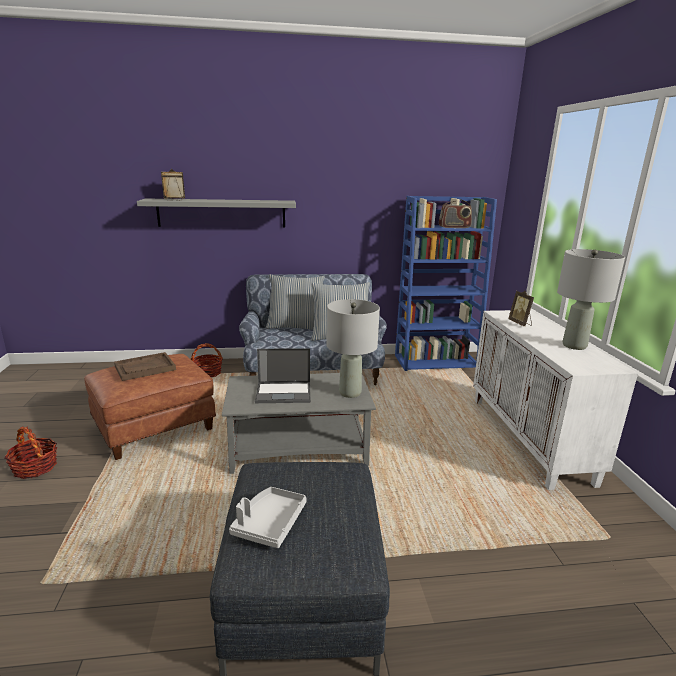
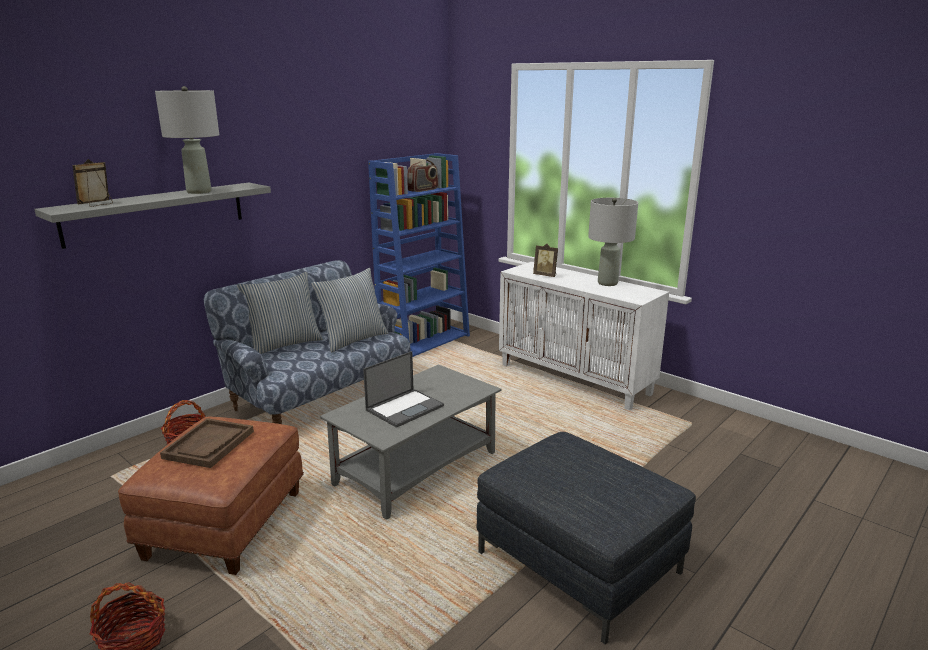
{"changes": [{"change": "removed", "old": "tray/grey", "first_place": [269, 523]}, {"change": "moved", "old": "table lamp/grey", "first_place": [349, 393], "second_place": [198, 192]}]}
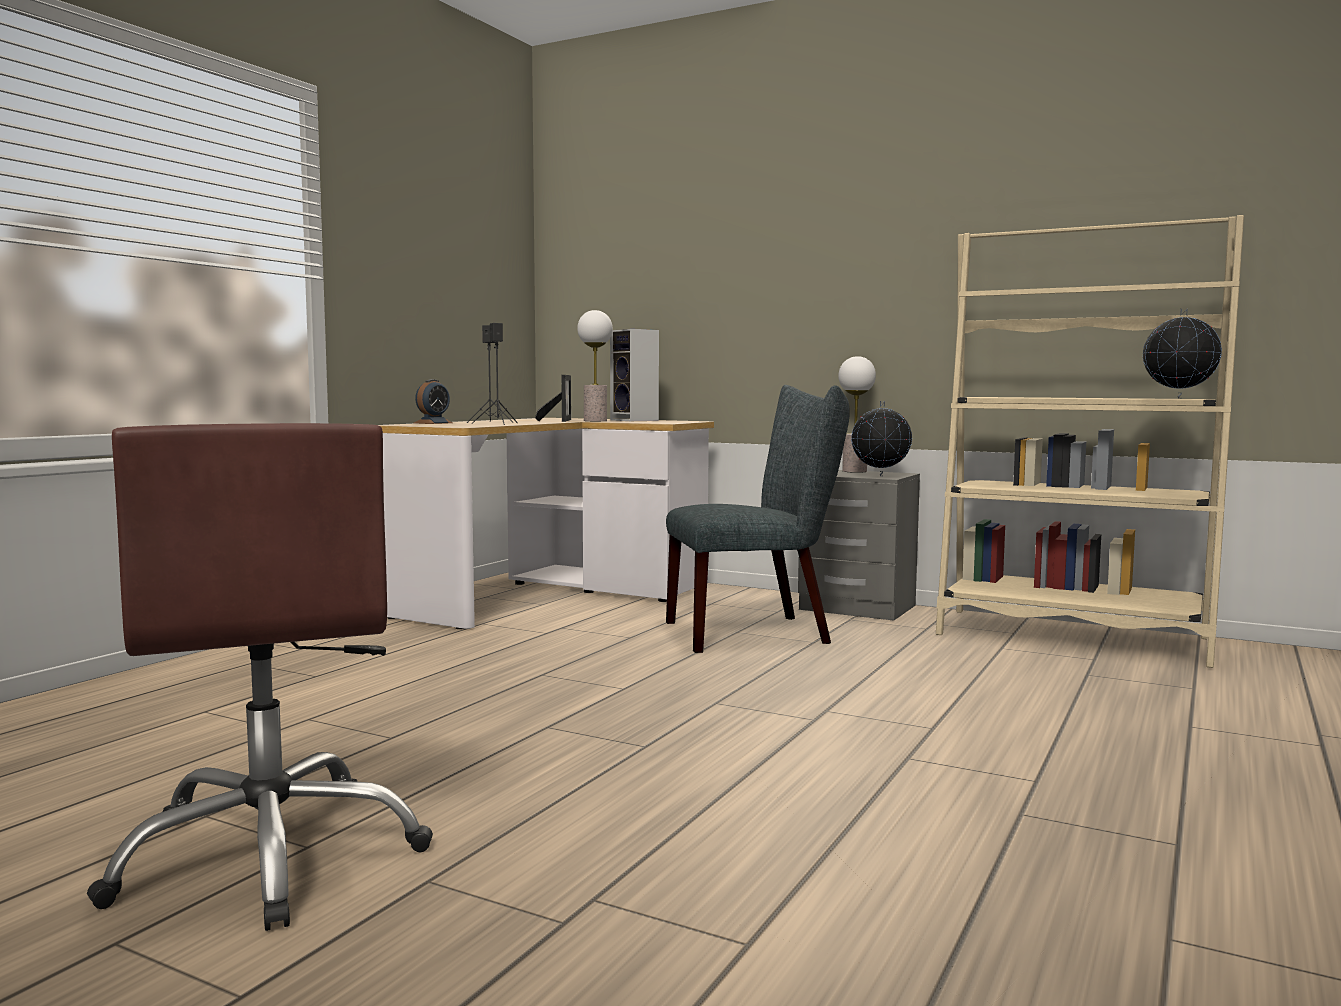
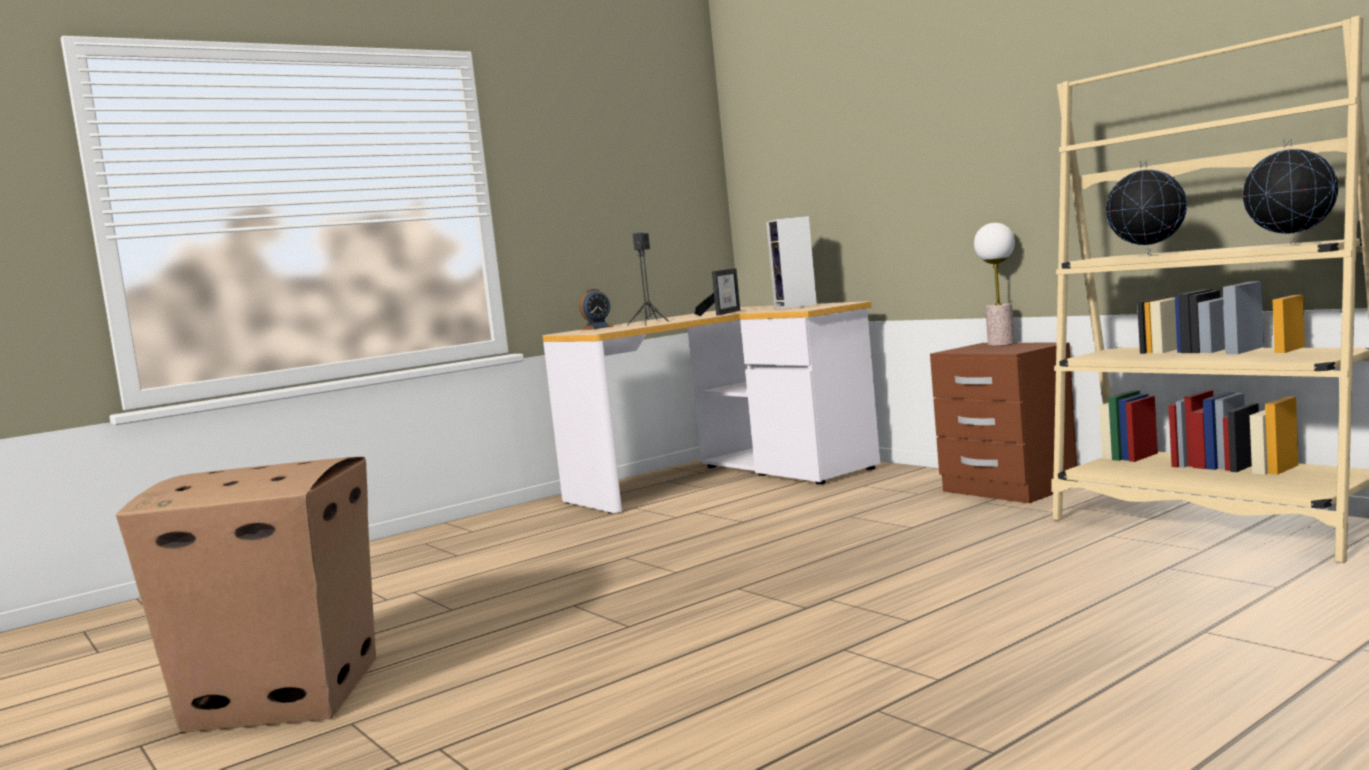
{"changes": [{"change": "replaced", "old": "office chair/brown", "new": "cardboard box", "first_place": [271, 854], "second_place": [281, 695]}, {"change": "removed", "old": "table lamp", "first_place": [595, 421]}, {"change": "removed", "old": "chair/grey", "first_place": [757, 632]}, {"change": "recoloured", "old": "nightstand/grey", "new": "nightstand/brown", "first_place": [857, 608], "second_place": [1008, 489]}, {"change": "moved", "old": "globe", "first_place": [880, 476], "second_place": [1148, 255]}]}
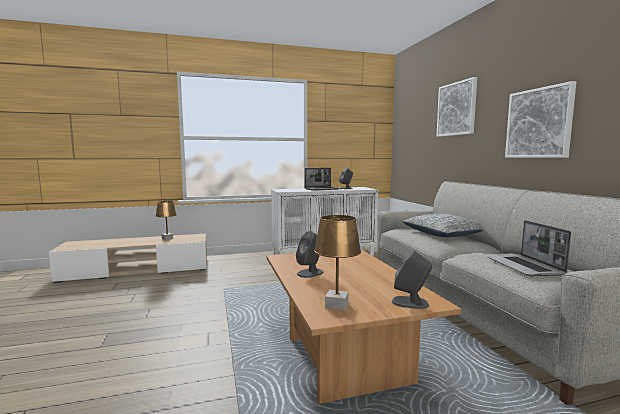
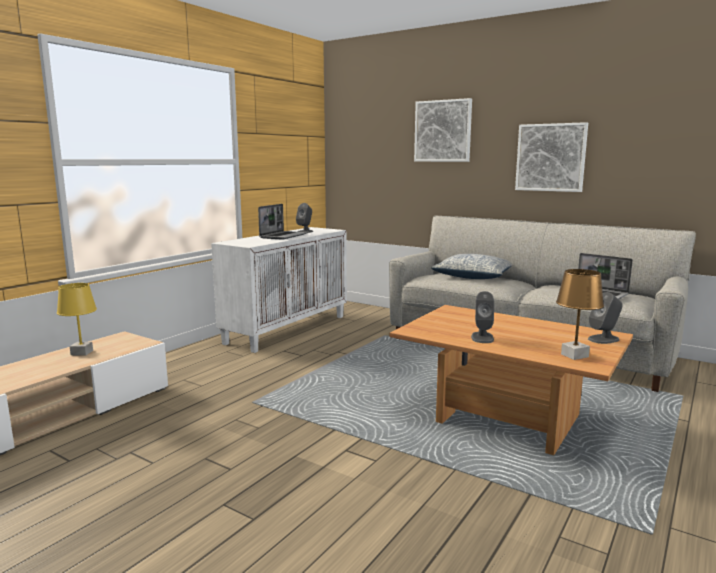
{"changes": [{"change": "recoloured", "old": "table lamp/brown", "new": "table lamp/yellow", "first_place": [167, 238], "second_place": [81, 353]}]}
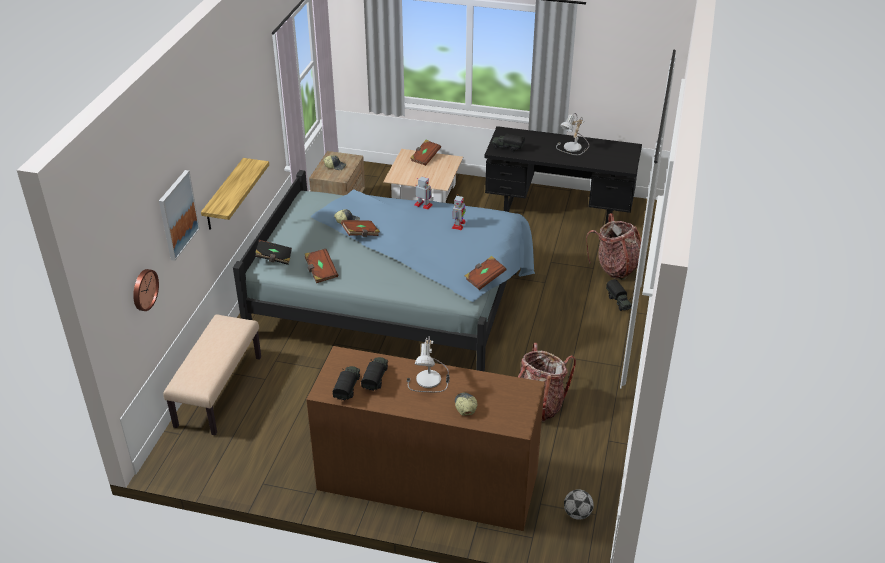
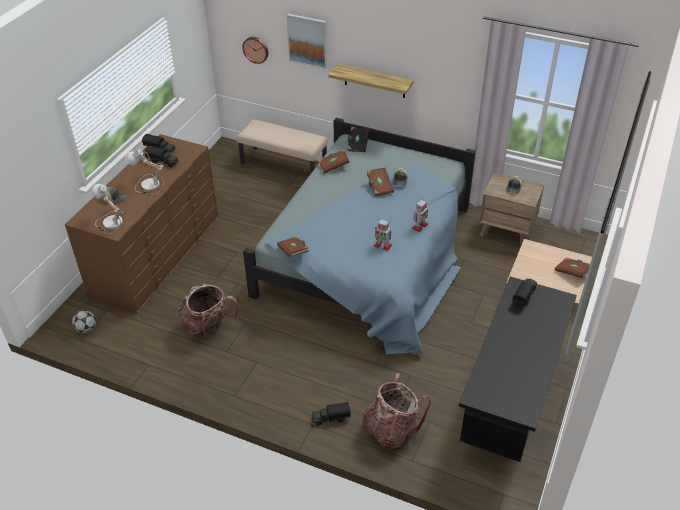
{"changes": [{"change": "moved", "old": "table lamp", "first_place": [573, 148], "second_place": [110, 222]}]}
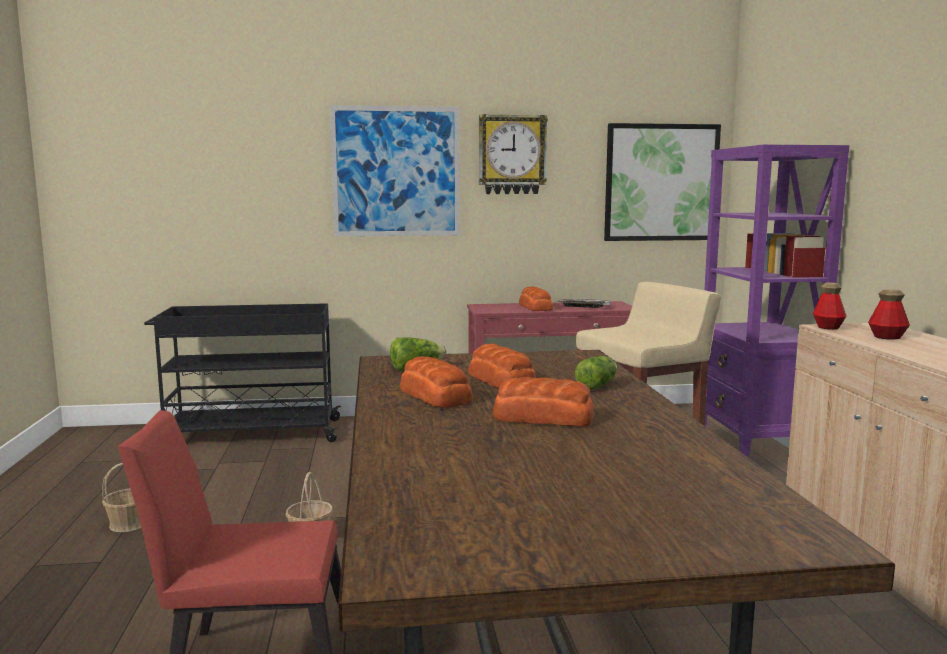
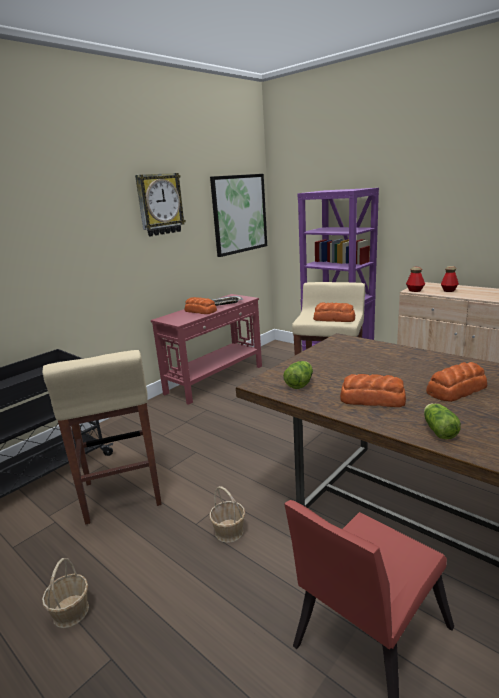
{"changes": [{"change": "removed", "old": "picture", "first_place": [396, 172]}, {"change": "moved", "old": "bread", "first_place": [501, 381], "second_place": [334, 319]}, {"change": "moved", "old": "lettuce", "first_place": [598, 385], "second_place": [438, 429]}, {"change": "added", "new": "stool/beige", "second_place": [122, 495]}]}
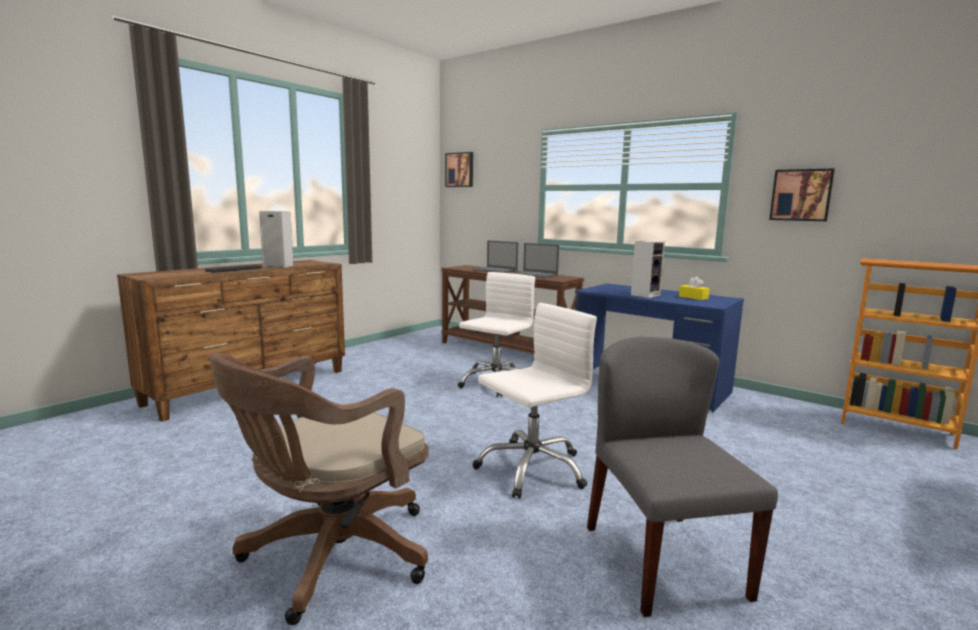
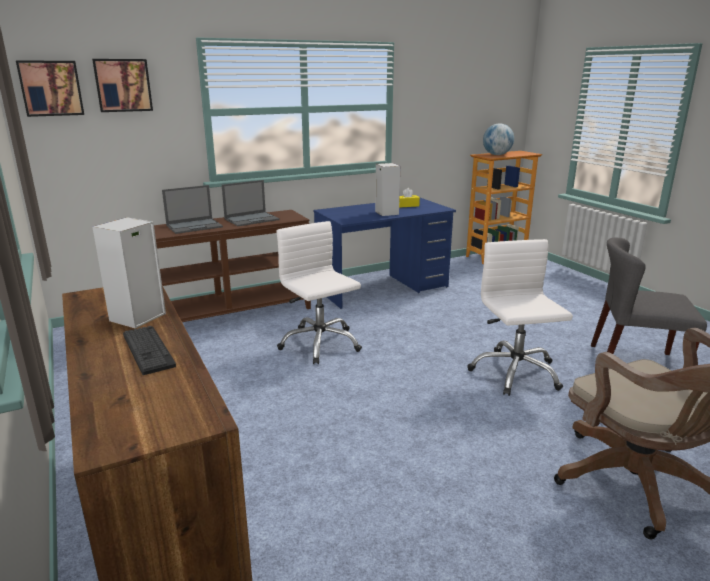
{"changes": [{"change": "moved", "old": "picture", "first_place": [801, 195], "second_place": [123, 85]}, {"change": "added", "new": "globe", "second_place": [497, 155]}]}
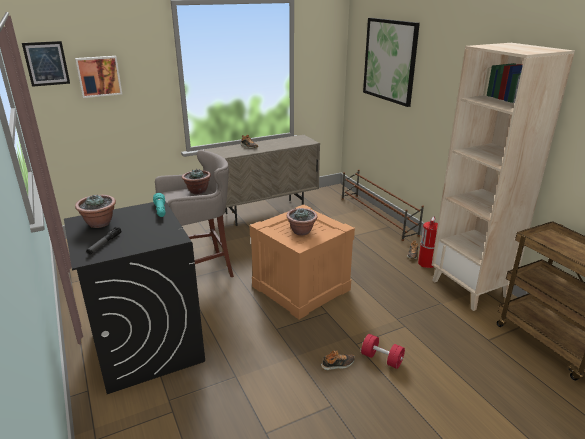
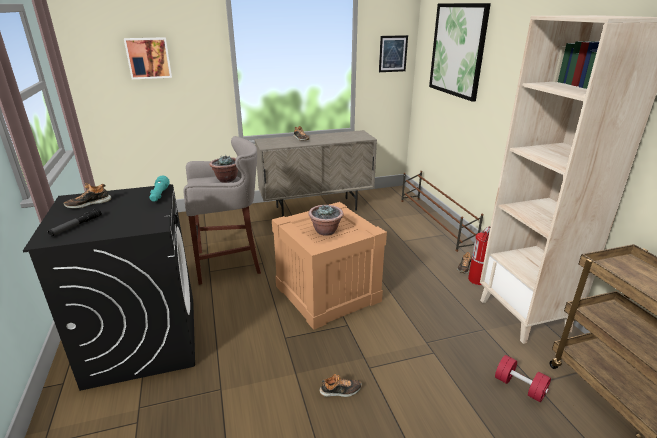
{"changes": [{"change": "moved", "old": "picture", "first_place": [46, 63], "second_place": [393, 53]}, {"change": "replaced", "old": "potted plant", "new": "shoe", "first_place": [99, 223], "second_place": [89, 203]}, {"change": "moved", "old": "dumbbell/red", "first_place": [382, 359], "second_place": [519, 387]}]}
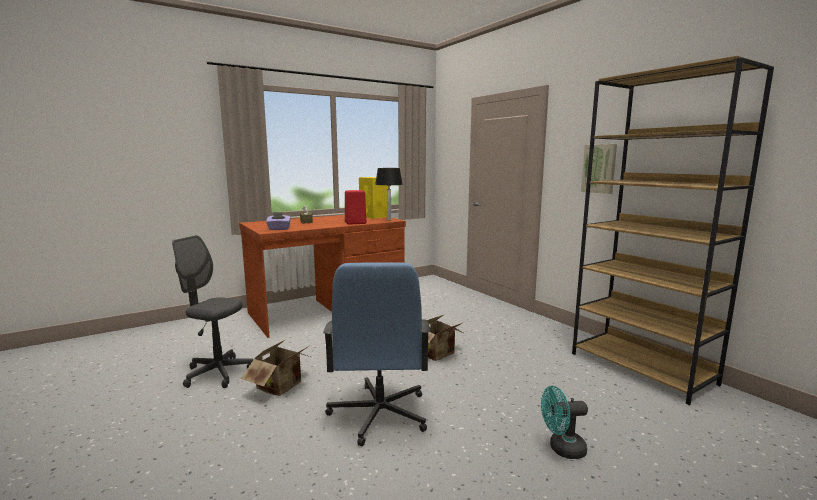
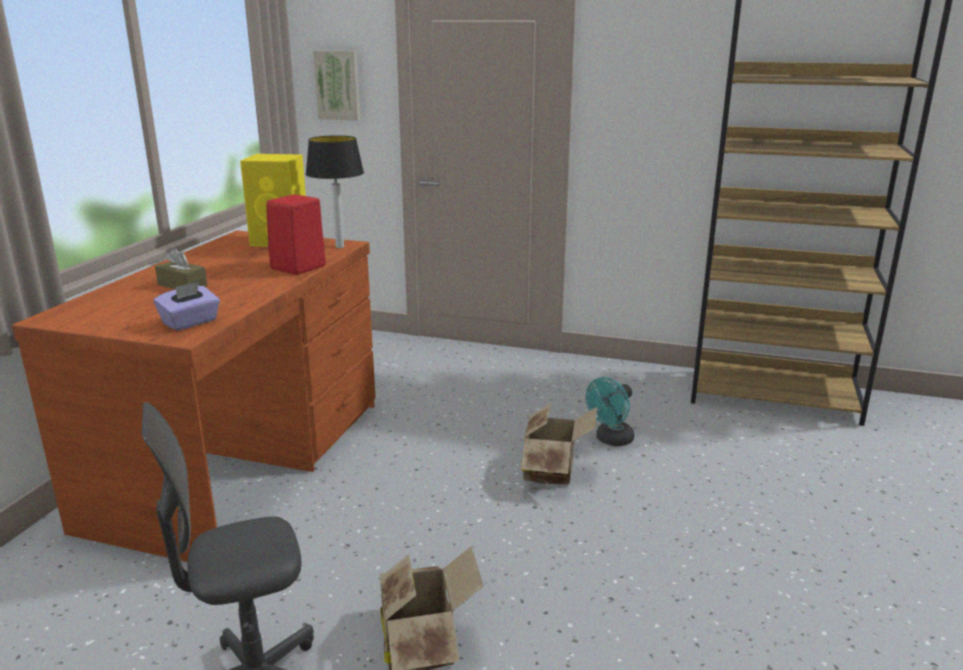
{"changes": [{"change": "removed", "old": "office chair/blue", "first_place": [379, 414]}, {"change": "moved", "old": "fan/turquoise", "first_place": [562, 449], "second_place": [611, 440]}, {"change": "moved", "old": "picture", "first_place": [599, 168], "second_place": [338, 85]}]}
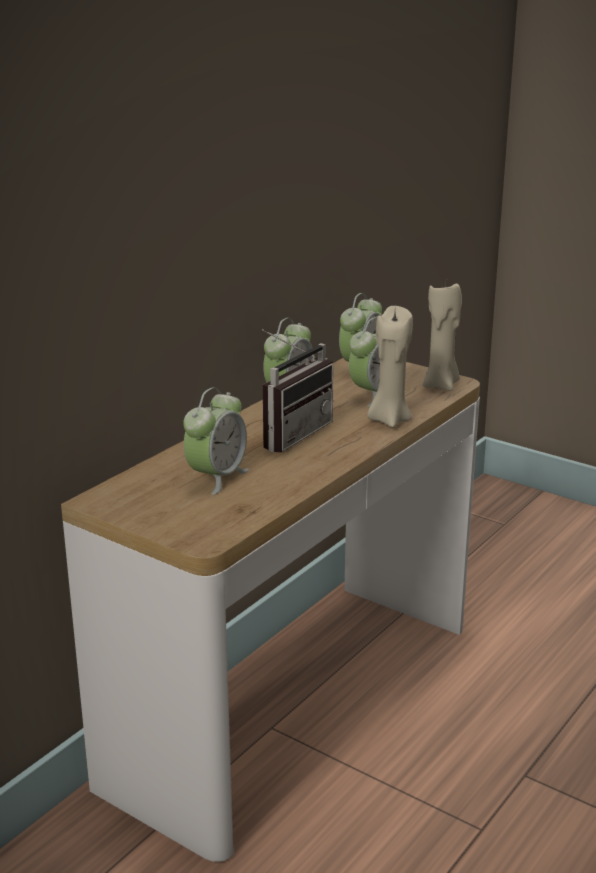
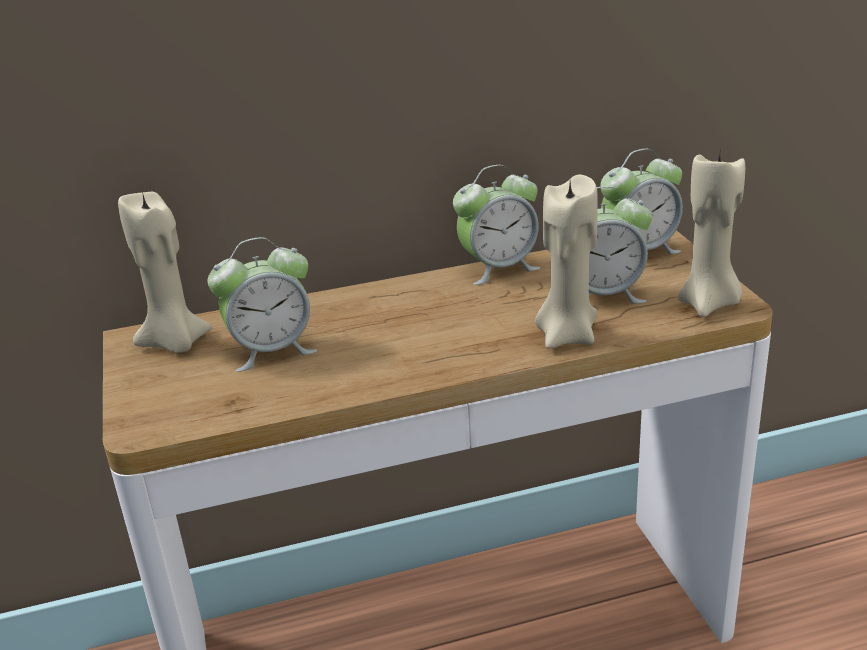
{"changes": [{"change": "removed", "old": "radio", "first_place": [290, 433]}, {"change": "added", "new": "candle/beige", "second_place": [175, 344]}]}
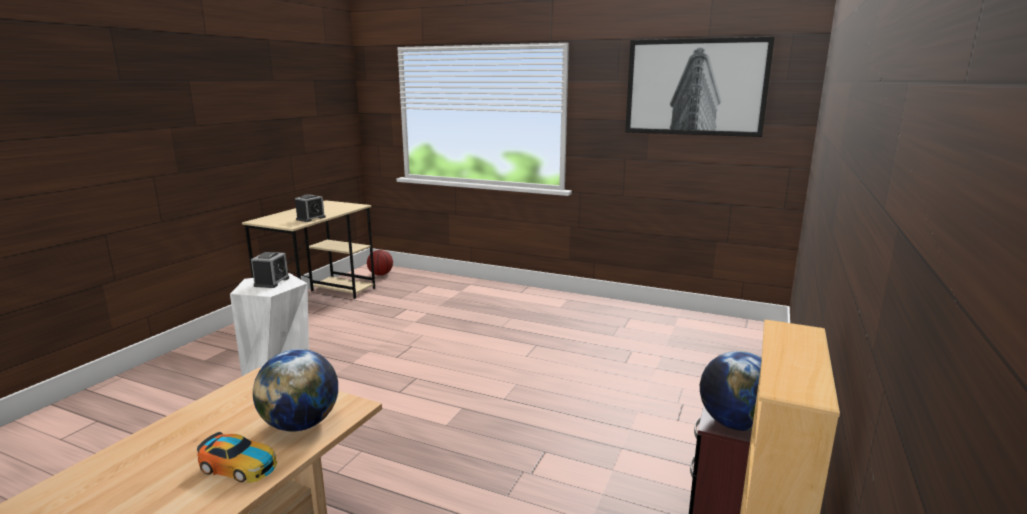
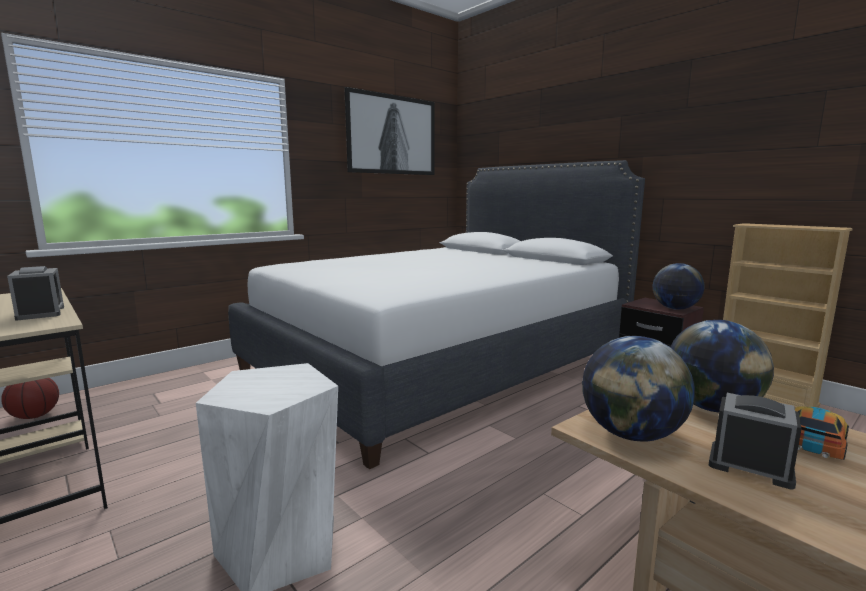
{"changes": [{"change": "moved", "old": "alarm clock", "first_place": [271, 282], "second_place": [750, 466]}, {"change": "added", "new": "bed/white", "second_place": [440, 363]}, {"change": "added", "new": "globe", "second_place": [631, 434]}]}
